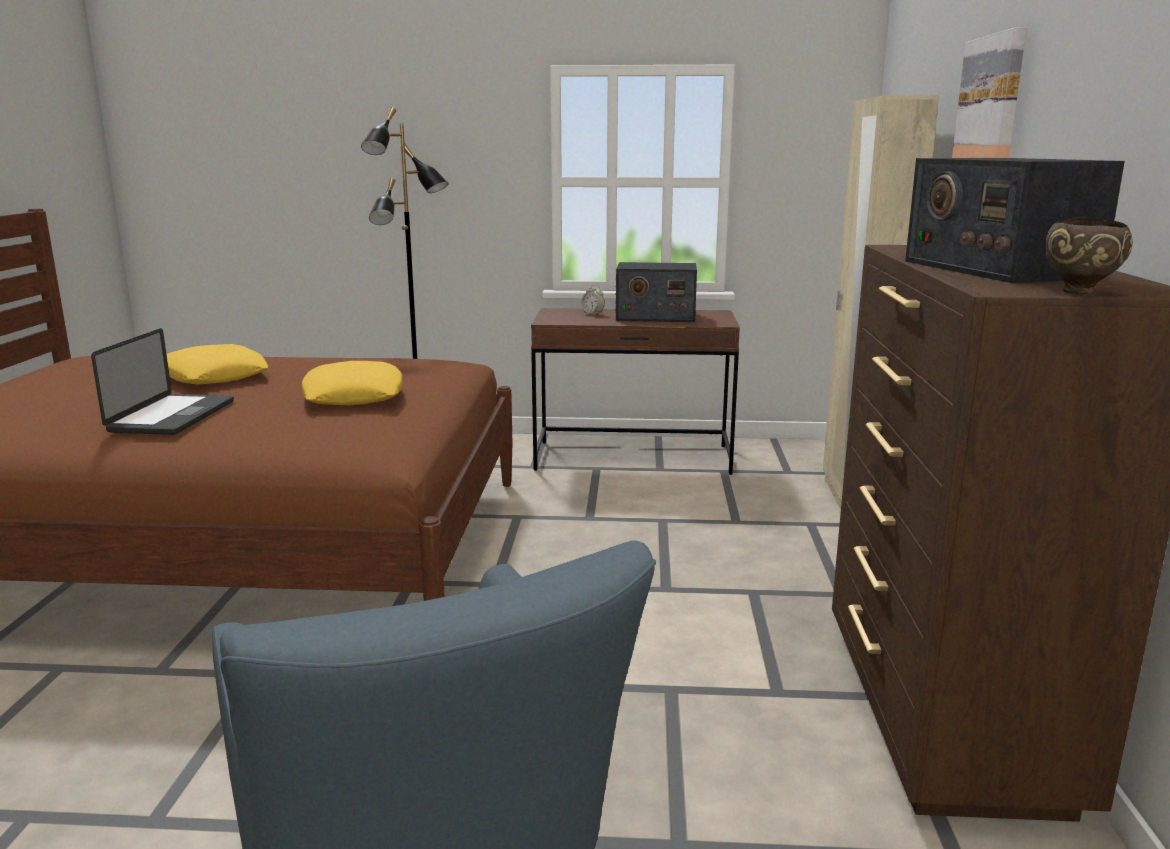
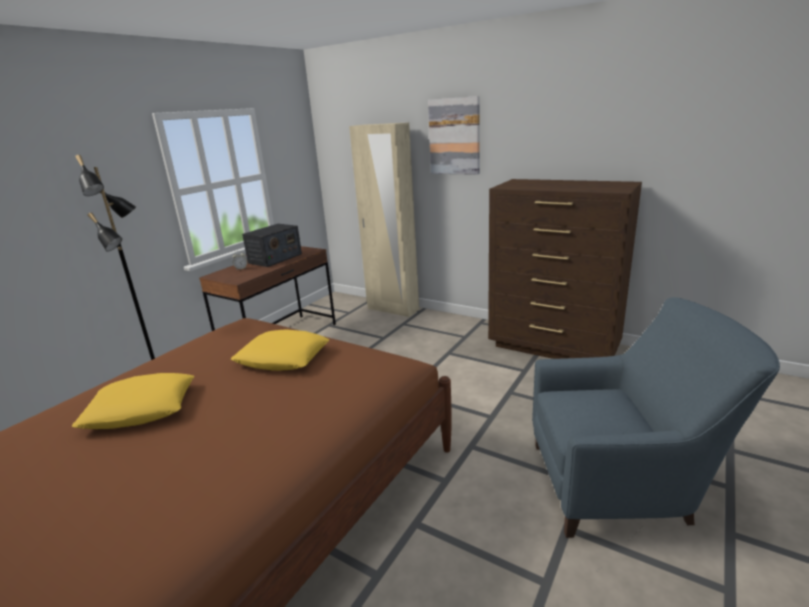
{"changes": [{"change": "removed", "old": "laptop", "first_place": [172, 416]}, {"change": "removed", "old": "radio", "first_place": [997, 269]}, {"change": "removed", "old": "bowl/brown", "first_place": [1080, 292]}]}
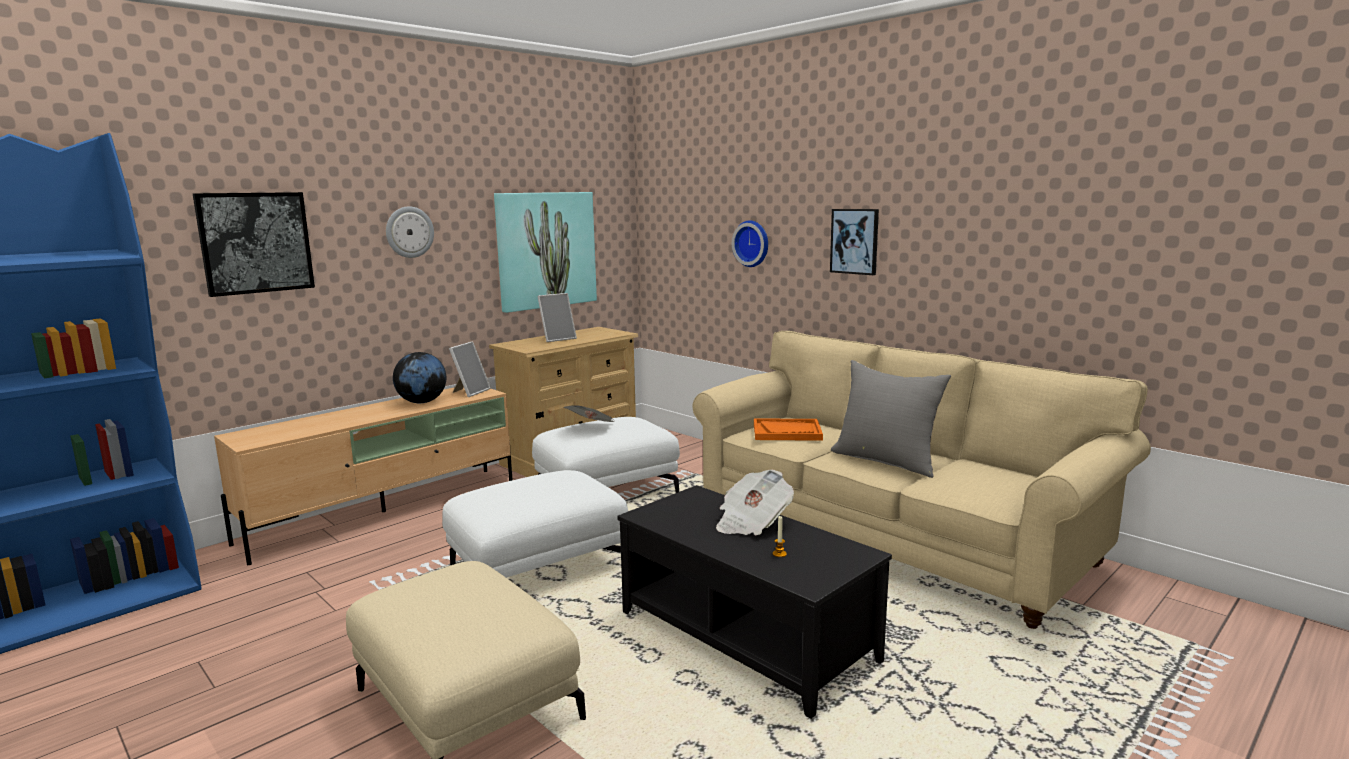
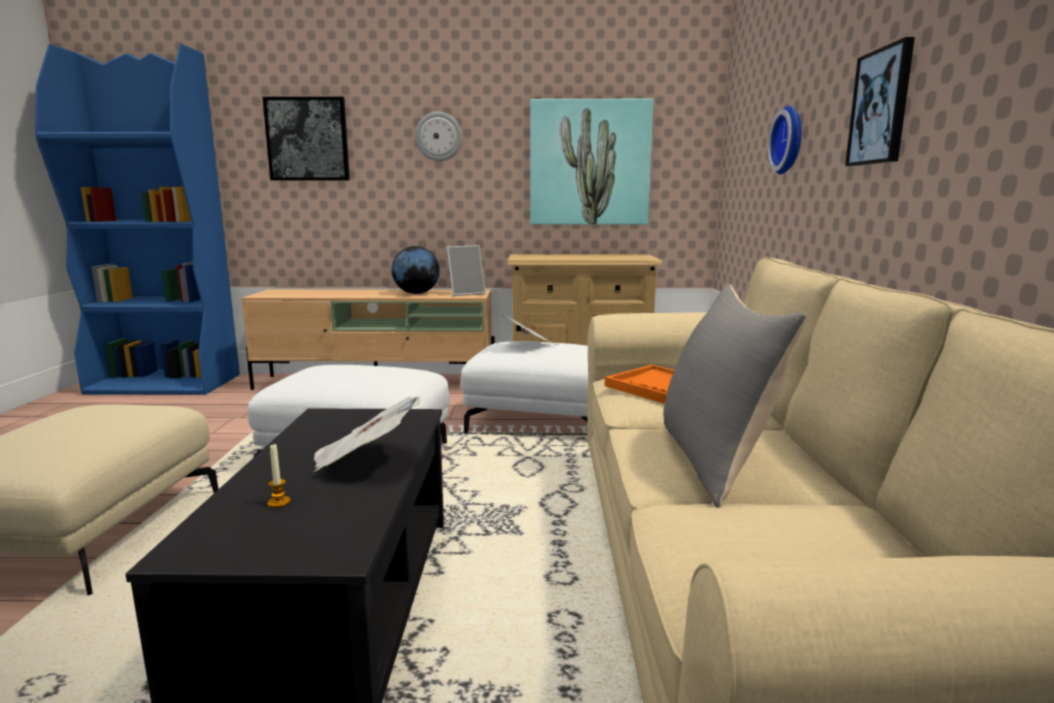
{"changes": [{"change": "removed", "old": "picture frame", "first_place": [557, 339]}]}
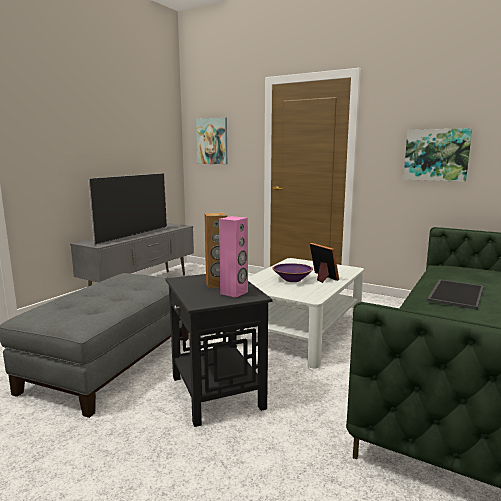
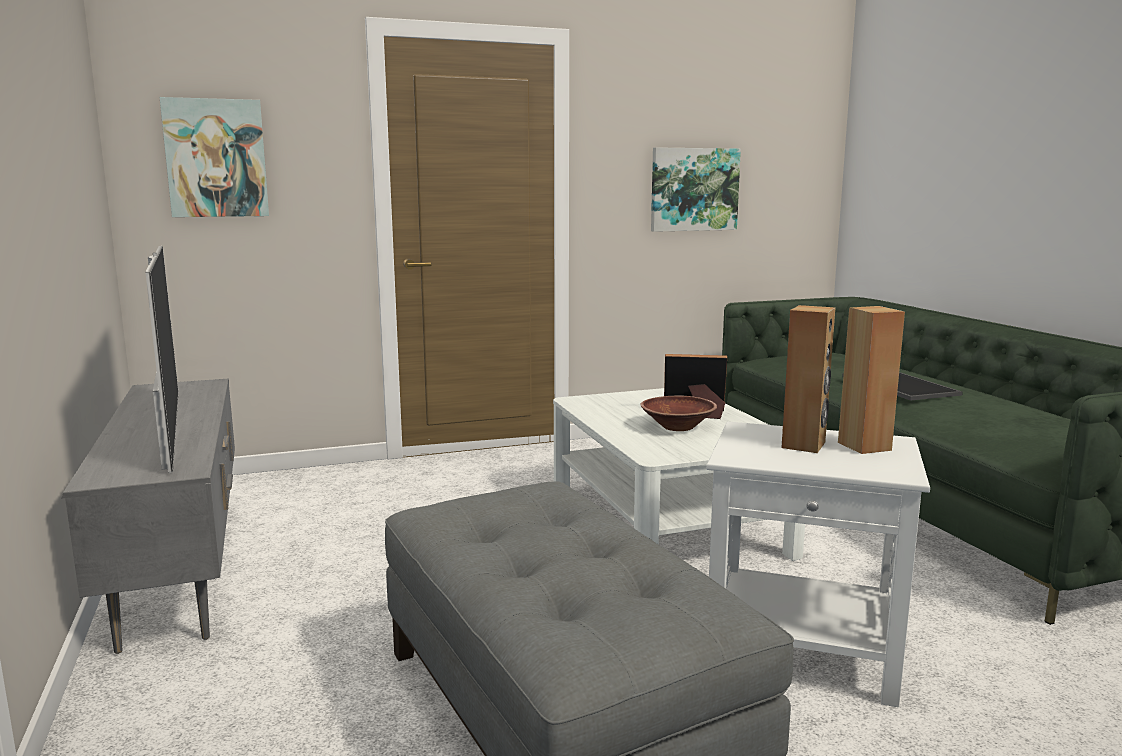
{"changes": [{"change": "recoloured", "old": "side table/black", "new": "side table/white", "first_place": [217, 393], "second_place": [804, 652]}, {"change": "recoloured", "old": "speaker/pink", "new": "speaker/brown", "first_place": [234, 293], "second_place": [865, 446]}, {"change": "recoloured", "old": "bowl/purple", "new": "bowl/brown", "first_place": [292, 280], "second_place": [678, 427]}]}
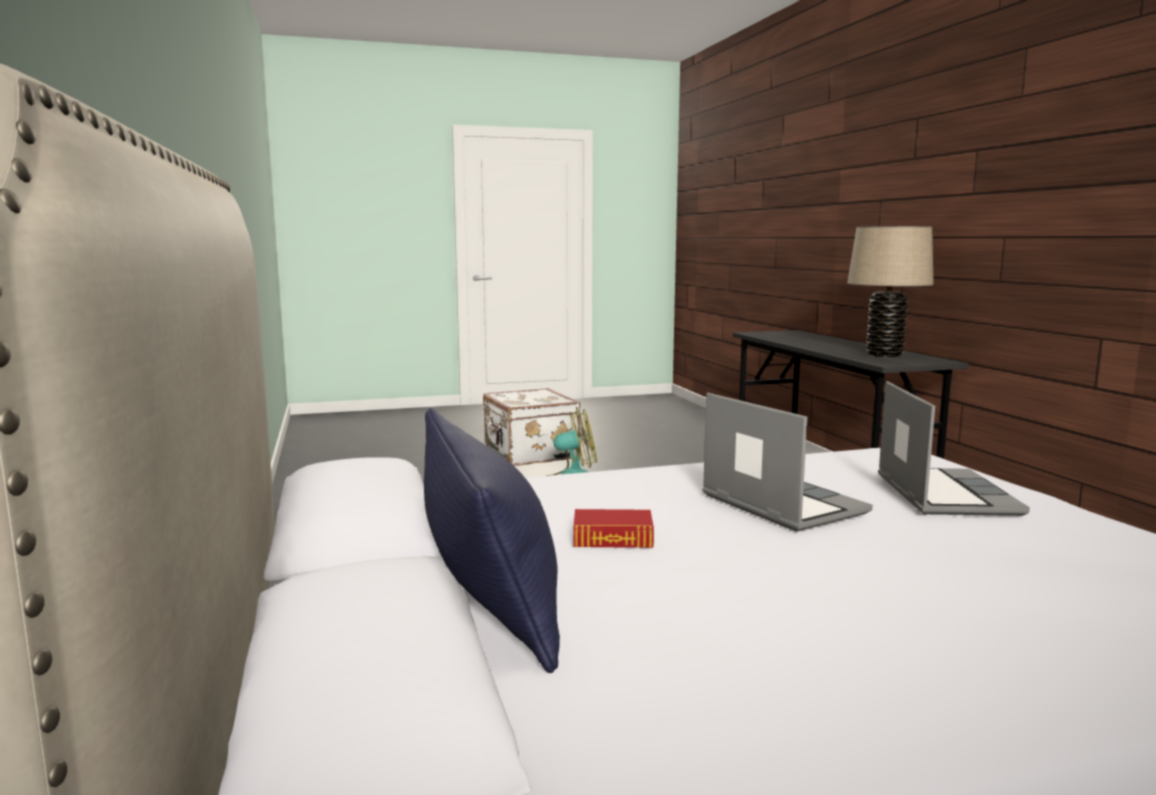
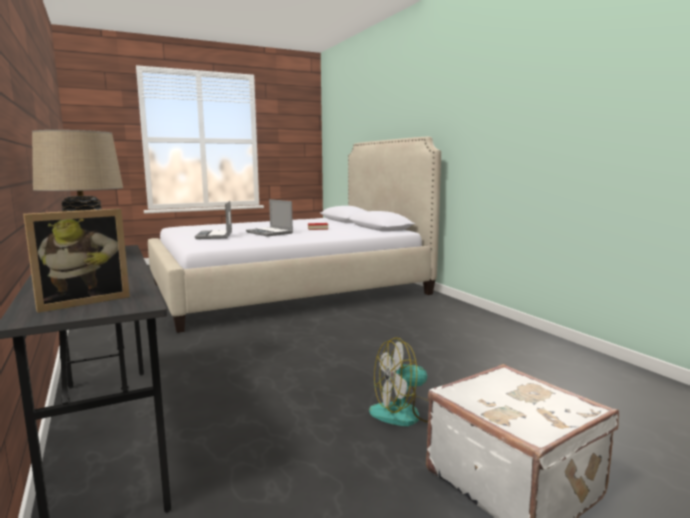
{"changes": [{"change": "removed", "old": "pillow/blue", "first_place": [489, 596]}, {"change": "added", "new": "picture frame", "second_place": [83, 301]}]}
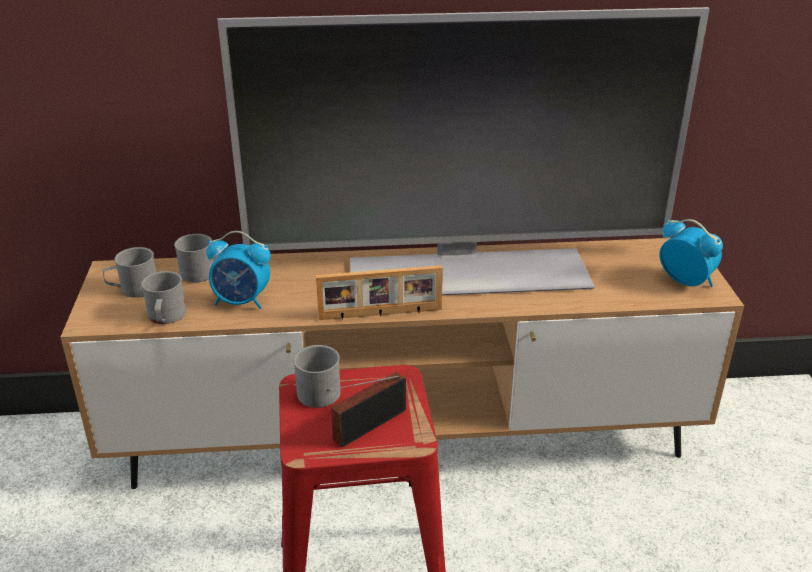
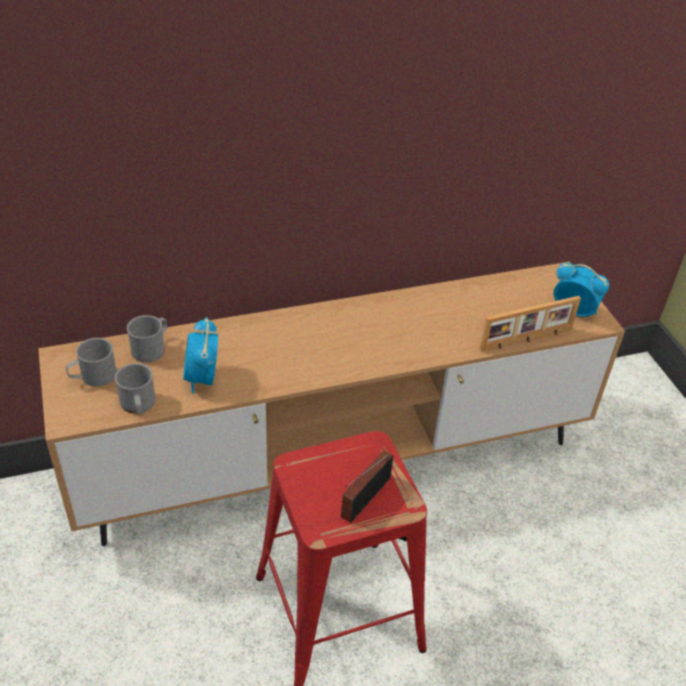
{"changes": [{"change": "turned", "old": "alarm clock", "first_place": [242, 301], "second_place": [202, 379], "degrees": 90}, {"change": "removed", "old": "television", "first_place": [467, 272]}, {"change": "removed", "old": "mug/grey", "first_place": [318, 389]}, {"change": "moved", "old": "picture frame", "first_place": [380, 314], "second_place": [527, 340]}]}
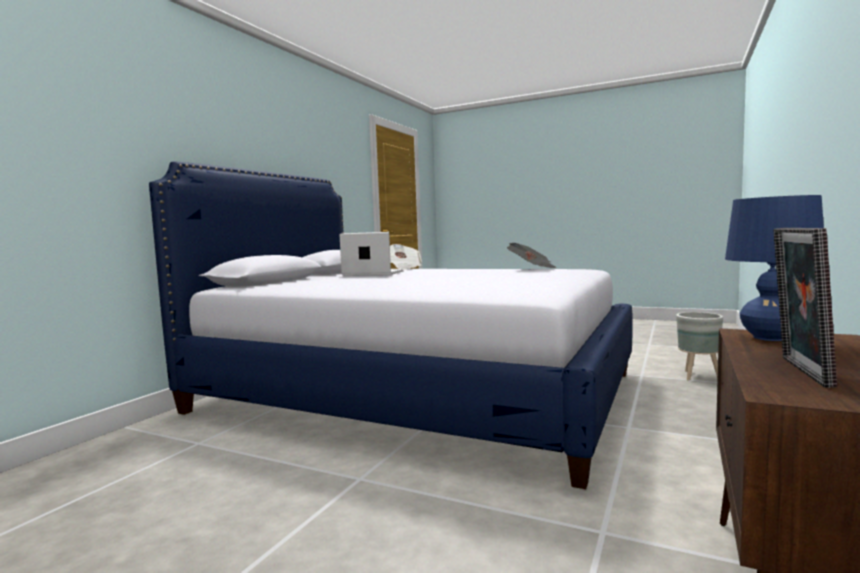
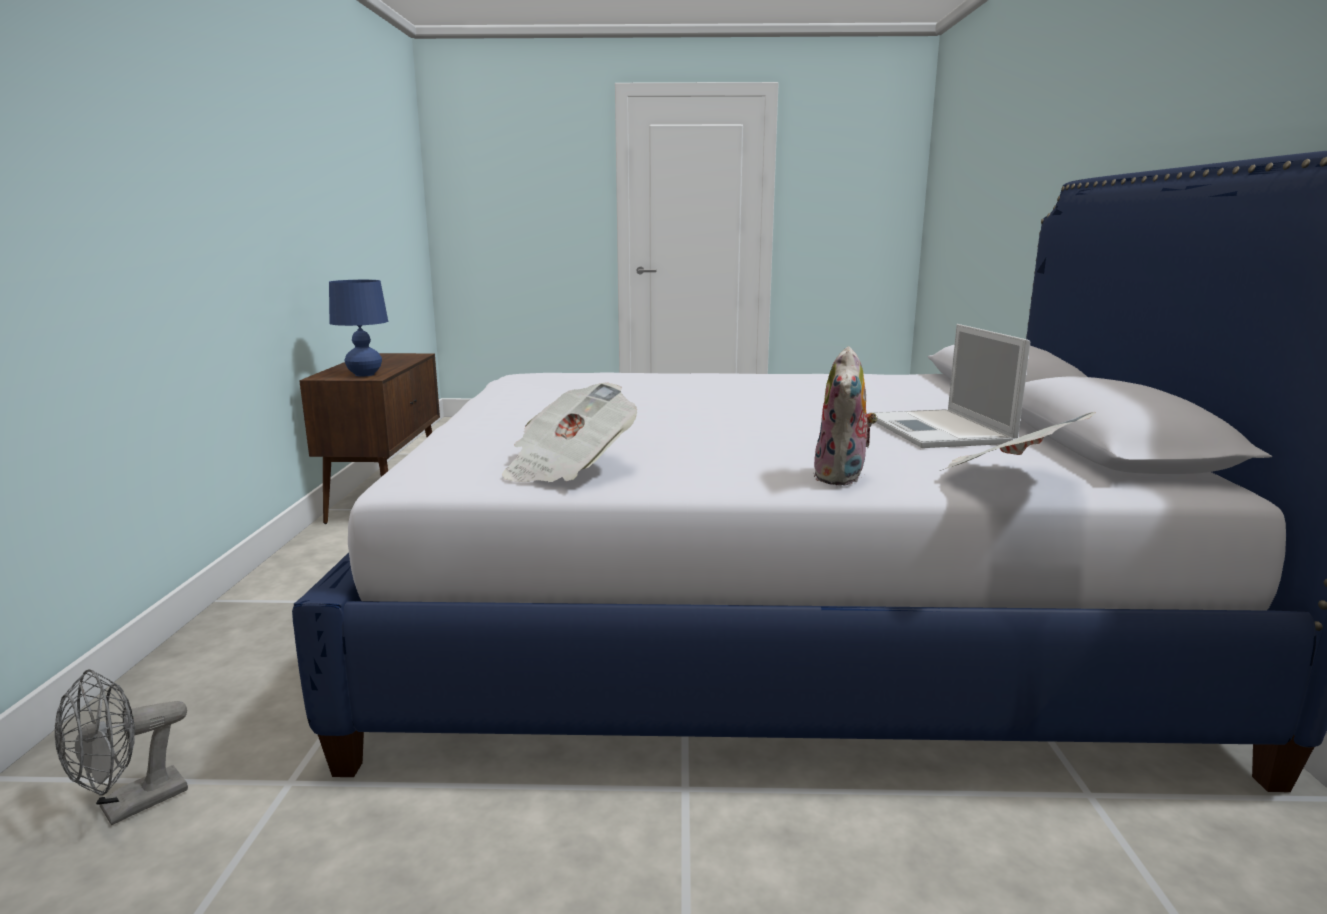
{"changes": [{"change": "turned", "old": "laptop", "first_place": [372, 273], "second_place": [940, 431], "degrees": 90}, {"change": "replaced", "old": "planter/grey", "new": "fan/grey", "first_place": [697, 376], "second_place": [130, 806]}, {"change": "removed", "old": "picture frame", "first_place": [798, 371]}, {"change": "added", "new": "plush toy", "second_place": [842, 477]}]}
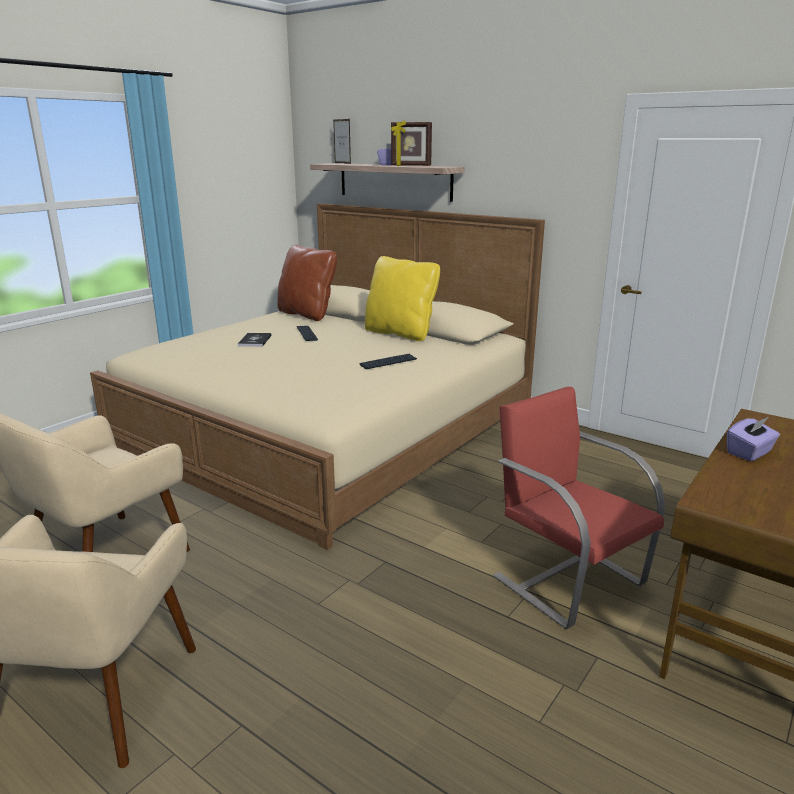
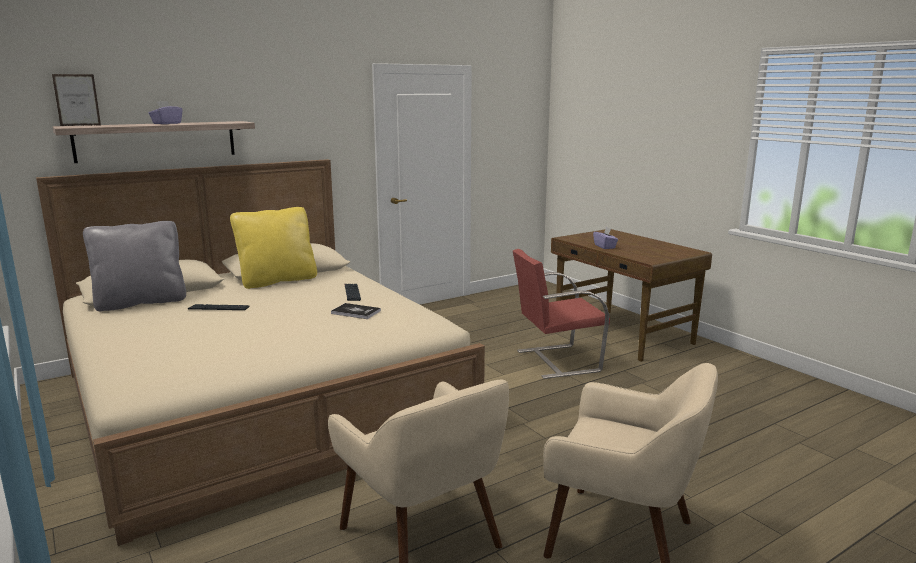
{"changes": [{"change": "moved", "old": "book", "first_place": [255, 340], "second_place": [356, 312]}, {"change": "recoloured", "old": "pillow/brown", "new": "pillow/grey", "first_place": [307, 314], "second_place": [141, 302]}, {"change": "removed", "old": "picture frame", "first_place": [410, 166]}]}
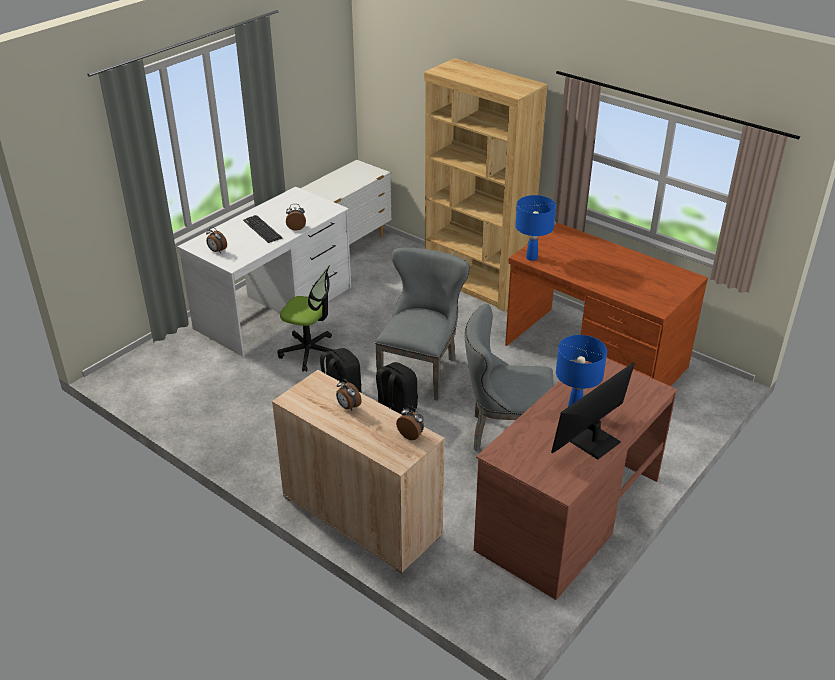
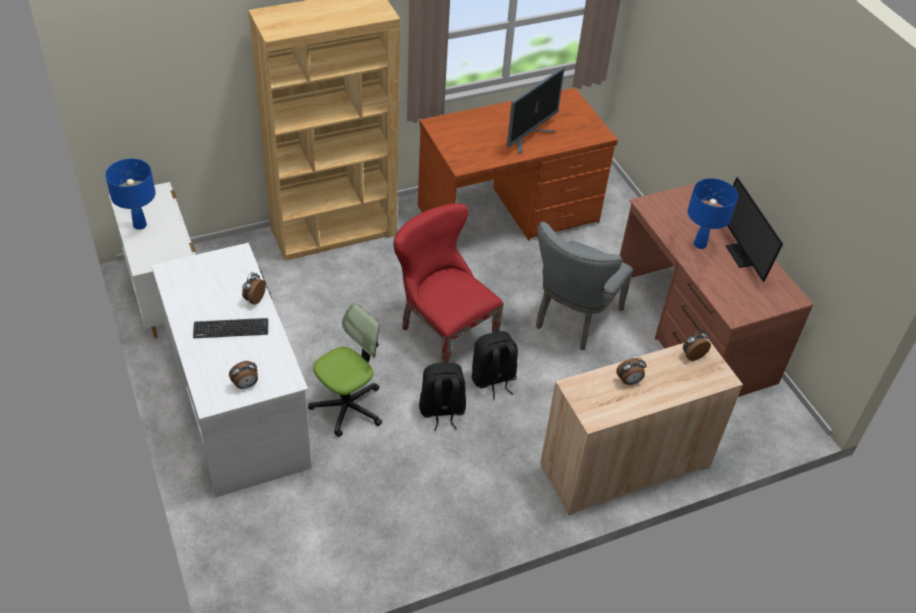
{"changes": [{"change": "recoloured", "old": "chair/grey", "new": "chair/red", "first_place": [421, 369], "second_place": [442, 333]}, {"change": "moved", "old": "table lamp/blue", "first_place": [532, 258], "second_place": [140, 225]}, {"change": "added", "new": "monitor", "second_place": [529, 137]}]}
